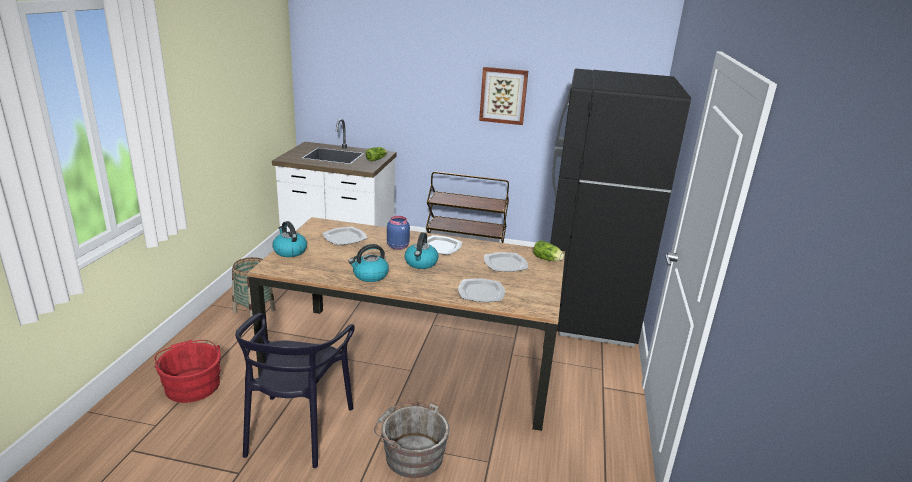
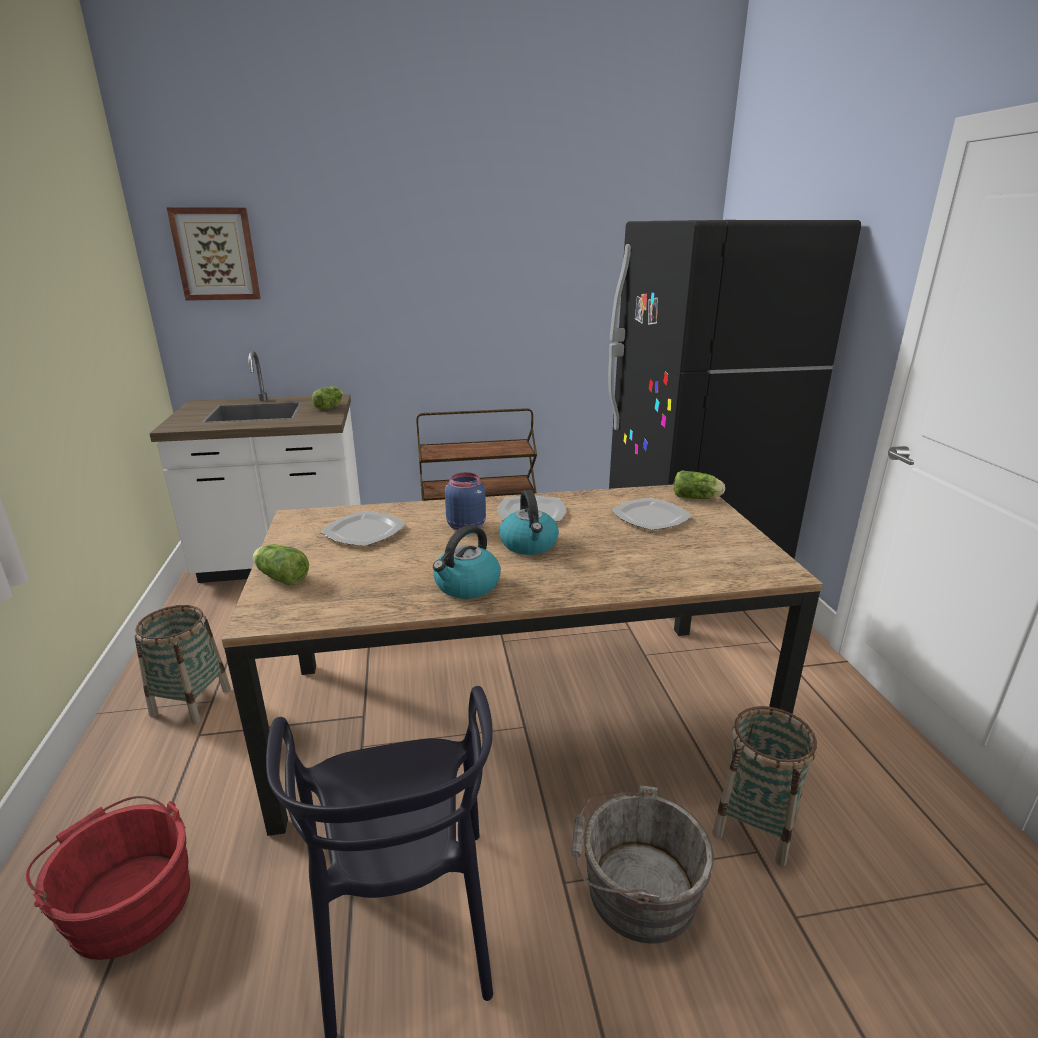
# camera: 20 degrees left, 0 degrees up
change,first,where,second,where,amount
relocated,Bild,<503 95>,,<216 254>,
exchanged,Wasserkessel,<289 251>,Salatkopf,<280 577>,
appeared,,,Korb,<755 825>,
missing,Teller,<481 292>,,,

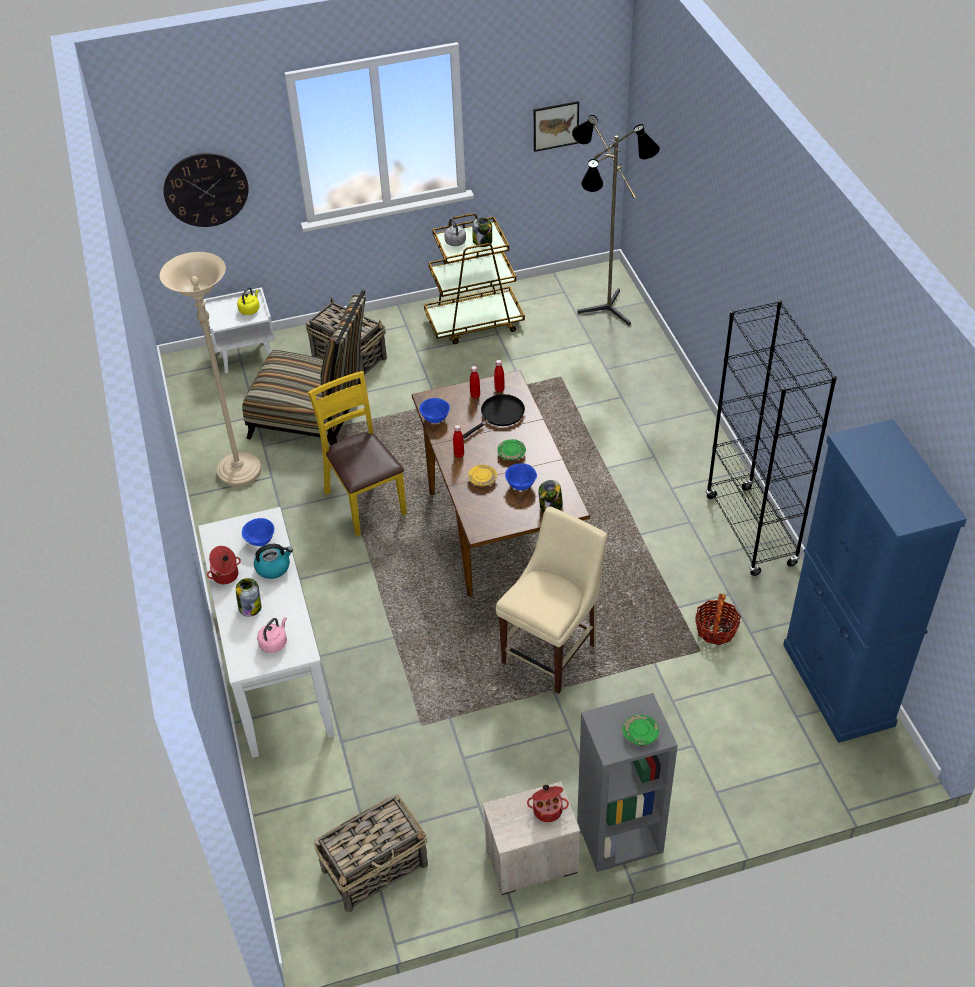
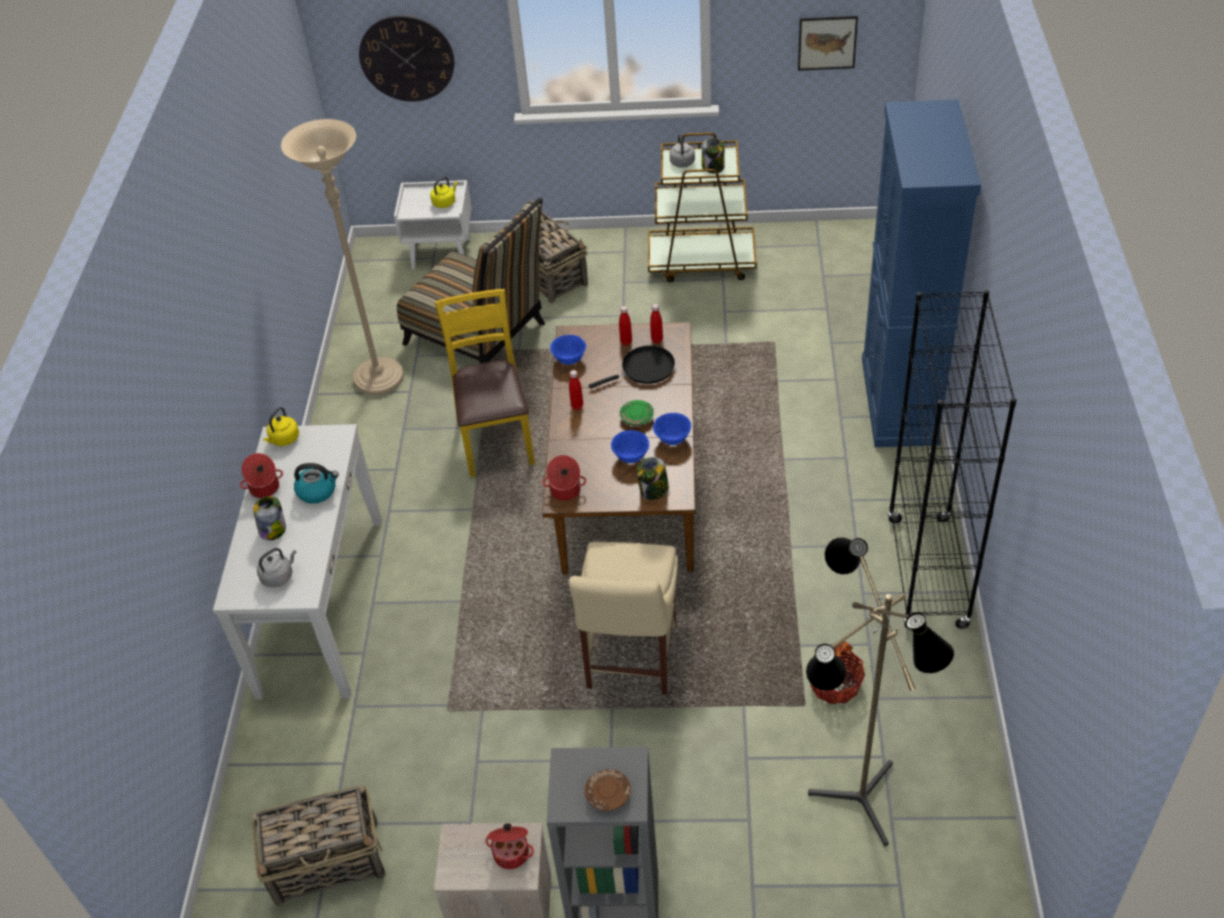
# camera: 20 degrees right, 0 degrees up
change,first,where,second,where,amount
colour,Wasserkessel [rosa],<274 643>,Wasserkessel [grau],<279 576>,
appeared,,,Wasserkessel [gelb],<284 439>,
appeared,,,Kochtopf,<565 491>,
spun,Stuhl [beige],<552 651>,,<630 661>,135 degrees clockwise
colour,Teller [grün],<640 734>,Teller [braun],<608 795>,
relocated,Schüssel [blau],<260 541>,,<672 439>,
relocated,Stehlampe,<604 313>,,<852 805>,
relocated,Schrank [blau],<838 685>,,<899 401>,
missing,Teller [gelb],<482 479>,,,

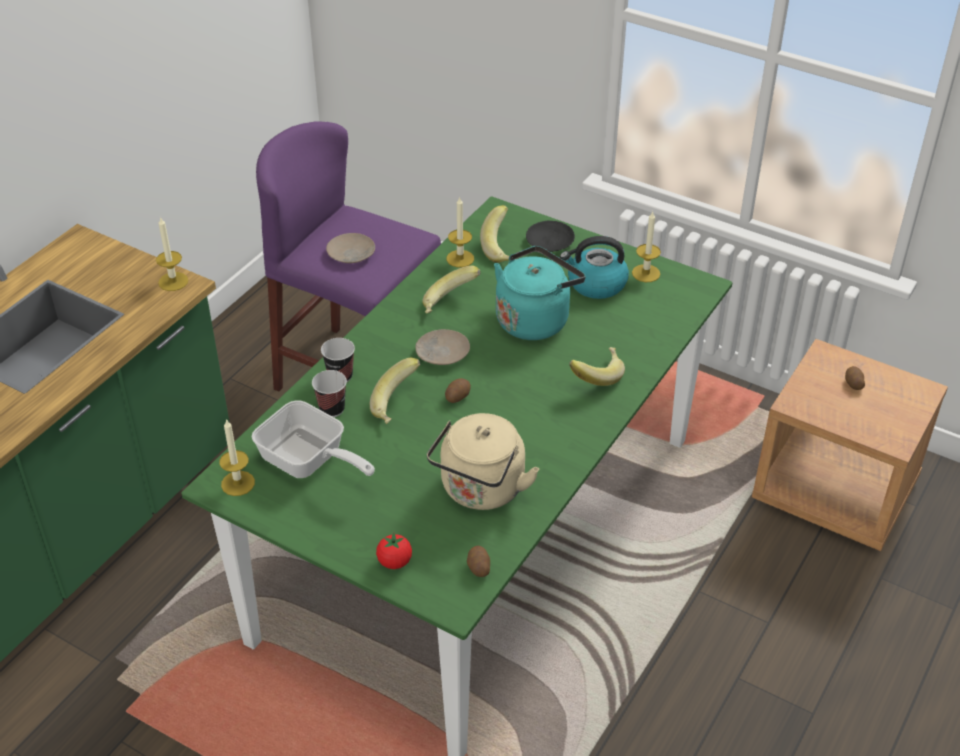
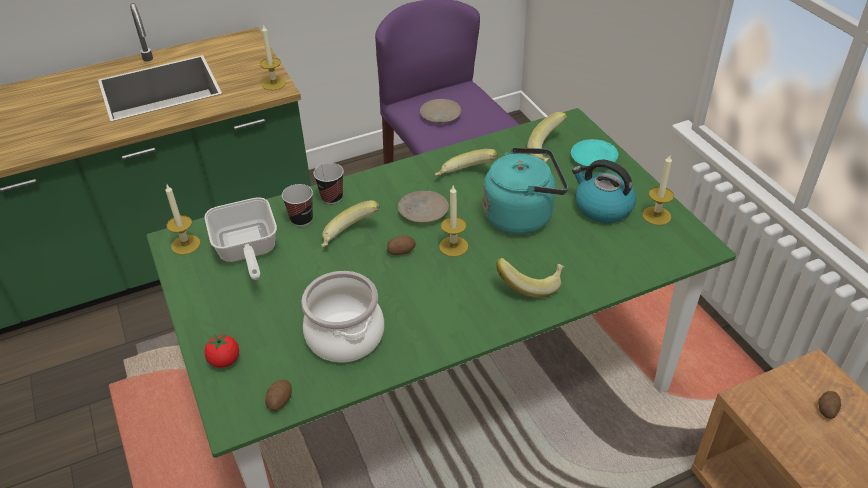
# camera: 35 degrees right, 0 degrees up
change,first,where,second,where,amount
exchanged,Wasserkessel [beige],<481 491>,Kochtopf,<344 336>,
relocated,Kerze,<460 258>,,<453 246>,
colour,Teller [schwarz],<550 241>,Teller [türkis],<594 159>,

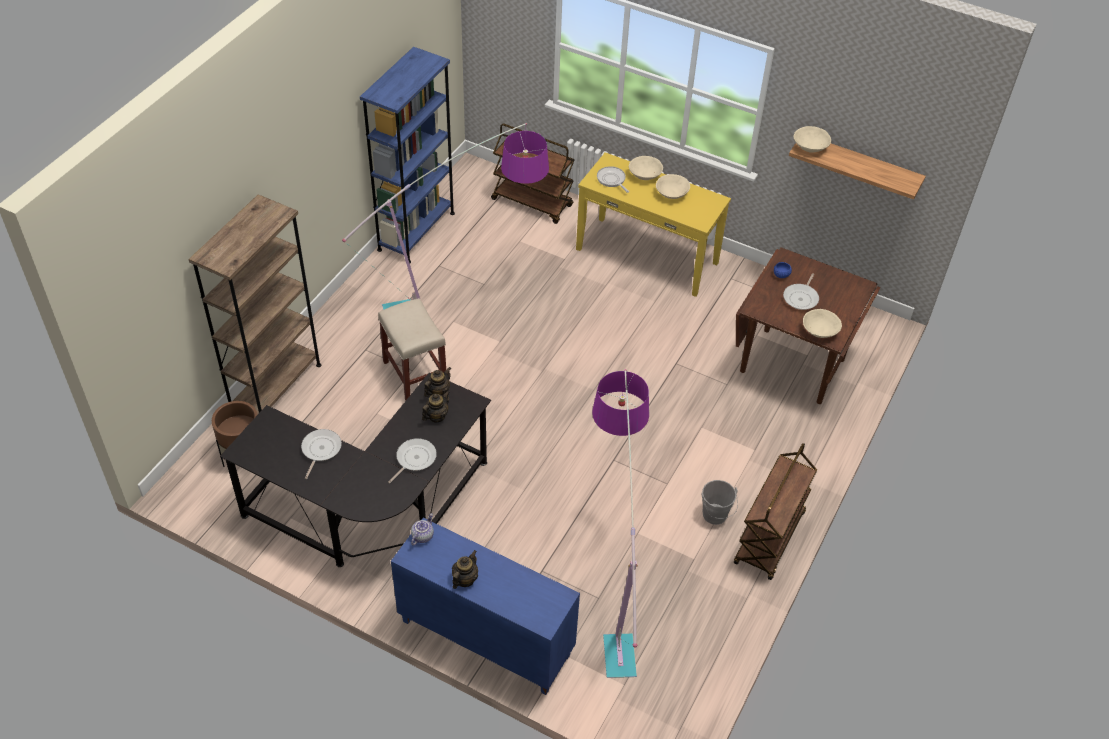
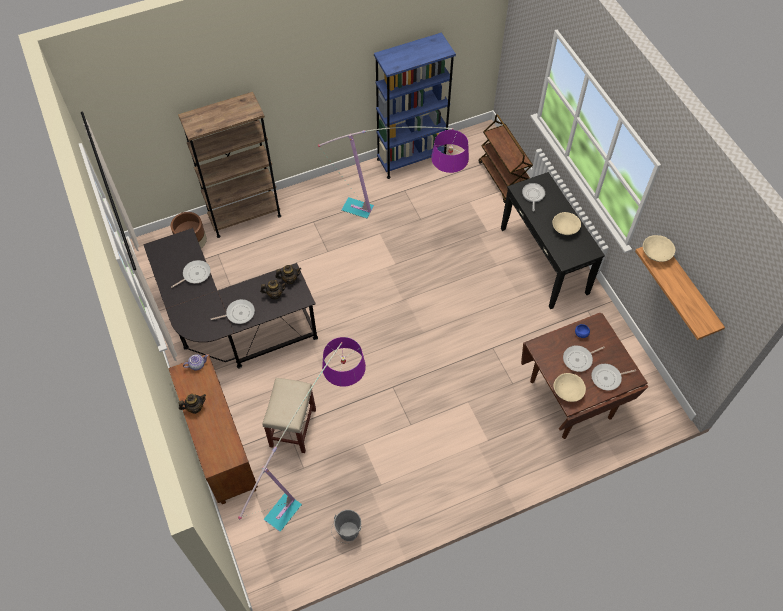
# camera: 40 degrees right, 10 degrees up
change,first,where,second,where,amount
colour,Schrank [blau],<484 638>,Schrank [braun],<220 446>,
relocated,Hocker [beige],<415 375>,,<293 428>,
relocated,Eimer [grau],<715 517>,,<347 533>,
colour,Konsolentisch [gelb],<647 256>,Konsolentisch [schwarz],<544 260>,
appeared,,,Pfanne,<607 378>,
missing,Schüssel [beige],<645 175>,,,
missing,Rollwagen [braun],<769 539>,,,

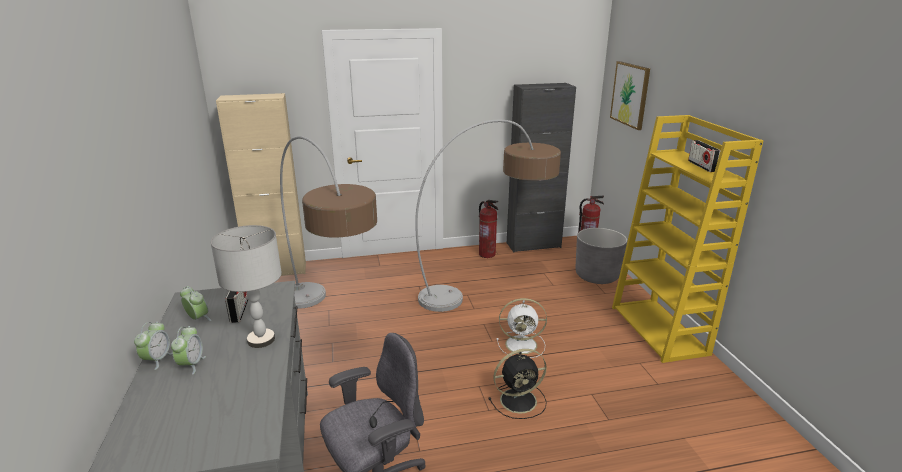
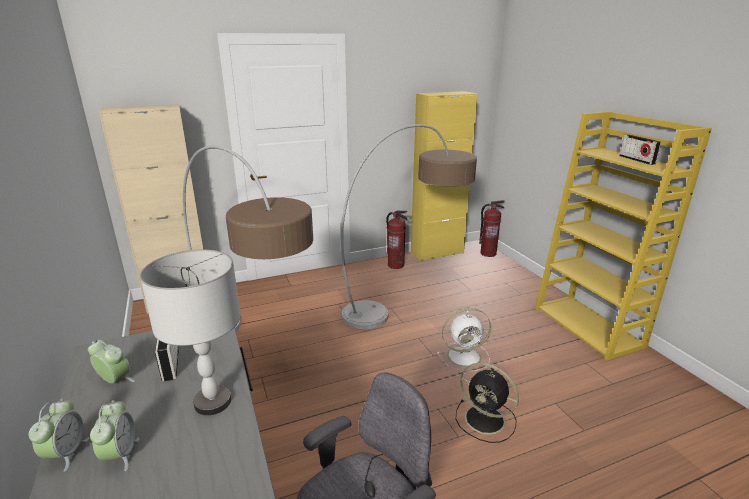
# camera: 10 degrees left, 0 degrees up
change,first,where,second,where,amount
colour,Schrank [schwarz],<533 245>,Schrank [gelb],<437 253>,
spun,Ventilator [schwarz],<520 400>,,<486 420>,60 degrees clockwise
missing,Pflanzkübel [grau],<597 276>,,,
missing,Bild,<630 94>,,,

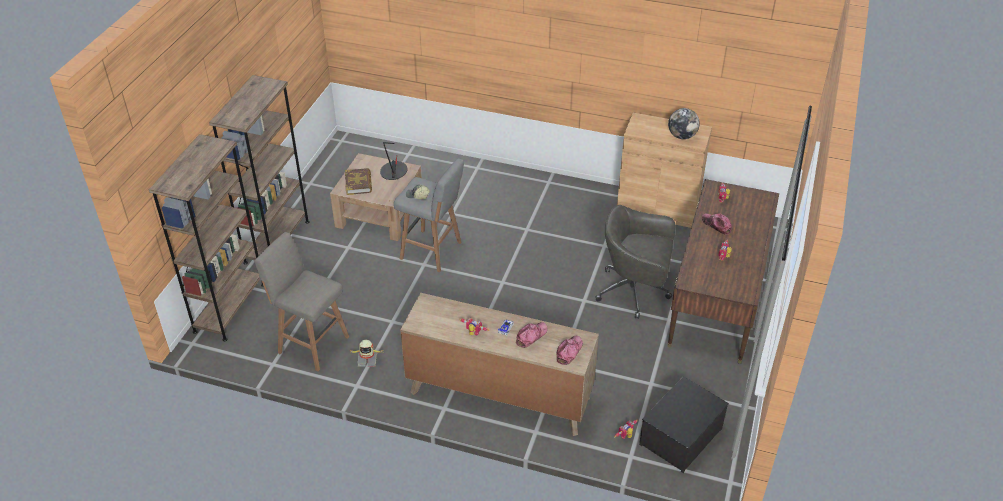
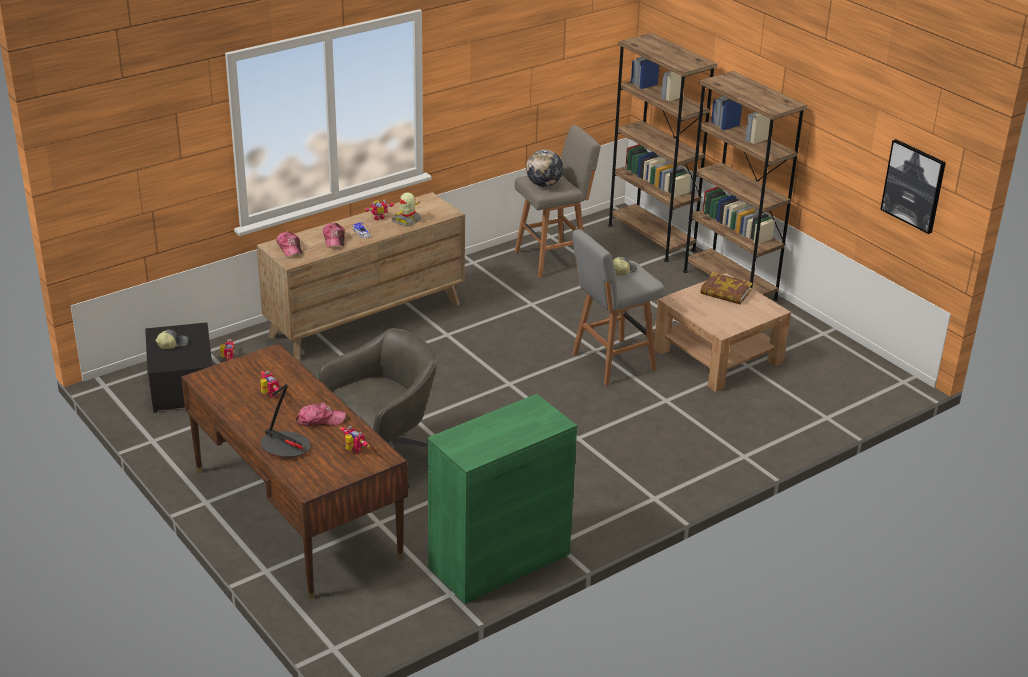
# camera: 125 degrees right, 10 degrees down
change,first,where,second,where,amount
appeared,,,Kappe,<172 344>,
relocated,Tischlampe,<394 171>,,<285 446>,
relocated,Spielzeugroboter,<367 359>,,<407 220>,
colour,Schrank [braun],<657 208>,Schrank [grün],<499 561>,
relocated,Globus,<682 136>,,<544 185>,
appeared,,,Bild,<914 185>,

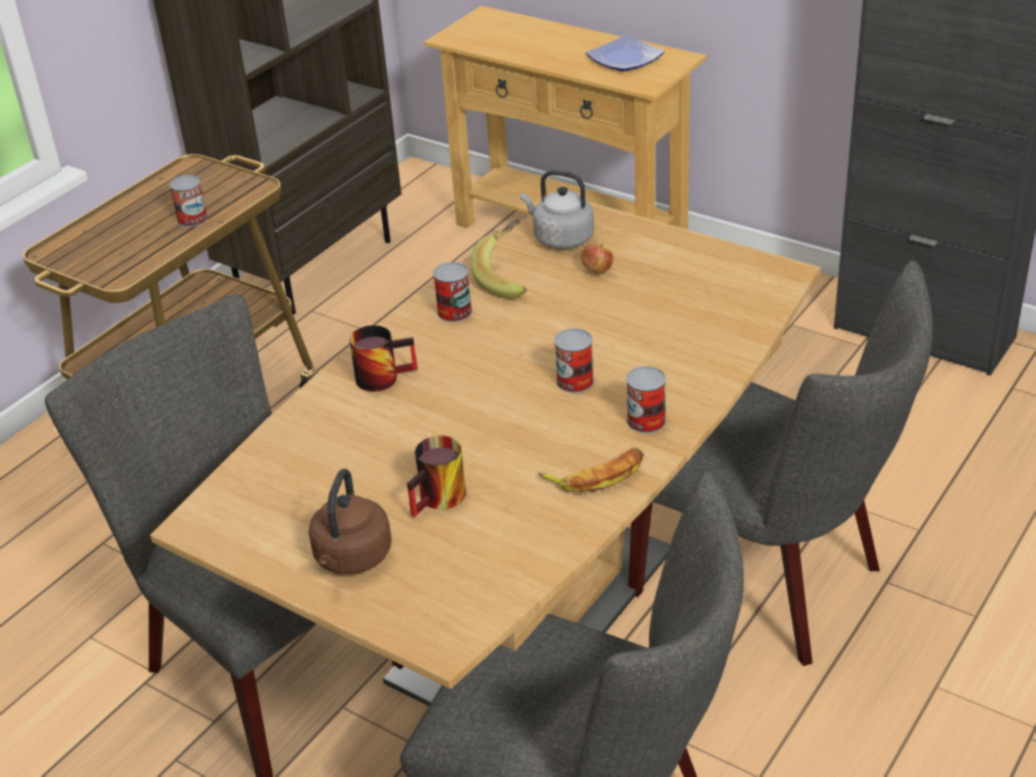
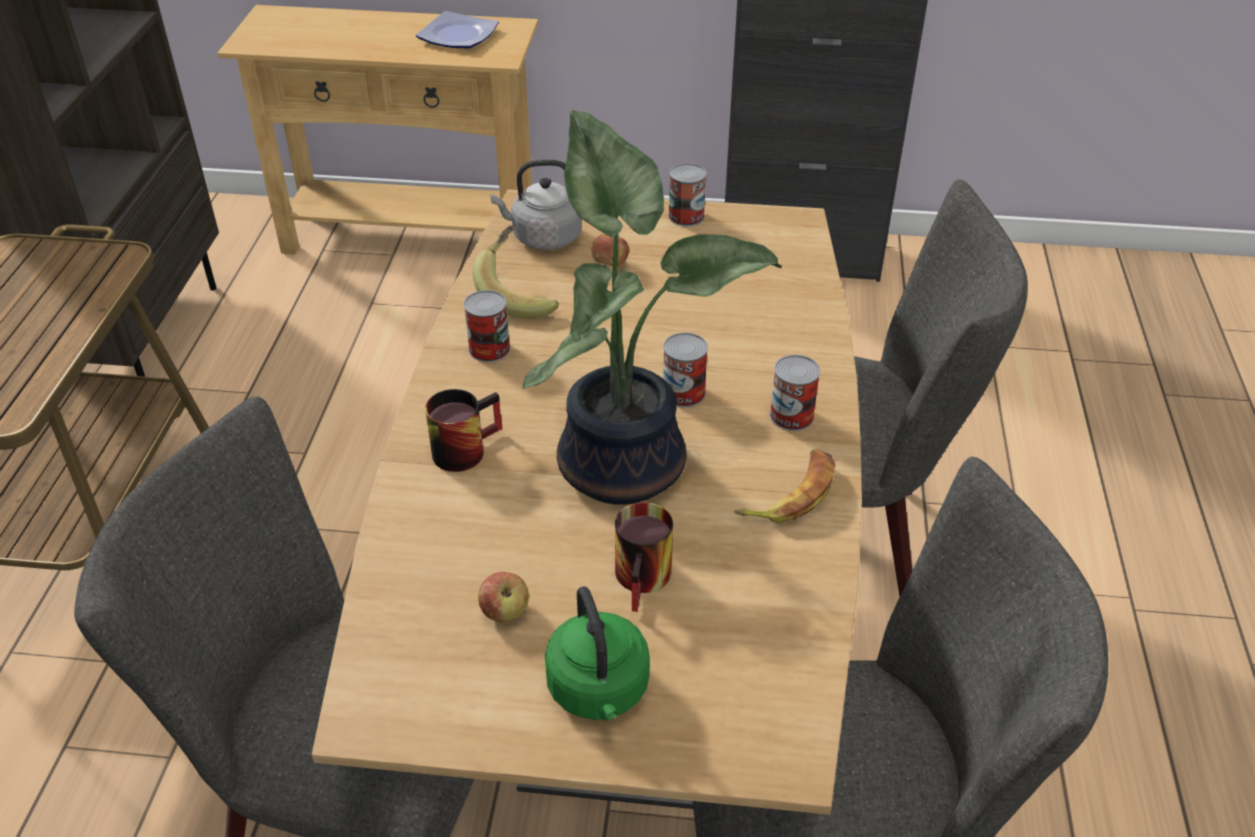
# camera: 30 degrees left, 5 degrees up
change,first,where,second,where,amount
appeared,,,Apfel,<505 612>,
appeared,,,Topfpflanze,<626 461>,
colour,Wasserkessel [braun],<351 559>,Wasserkessel [grün],<599 692>,
relocated,Dose,<192 219>,,<686 216>,

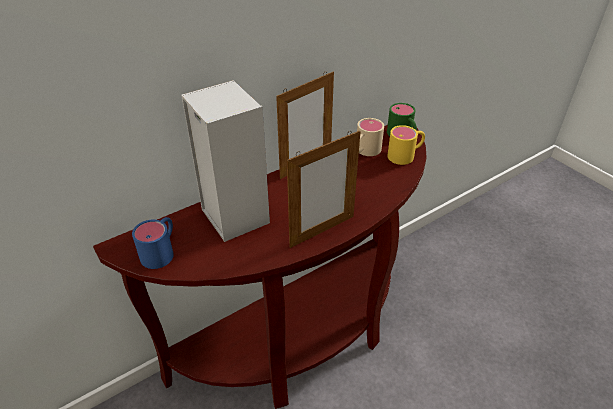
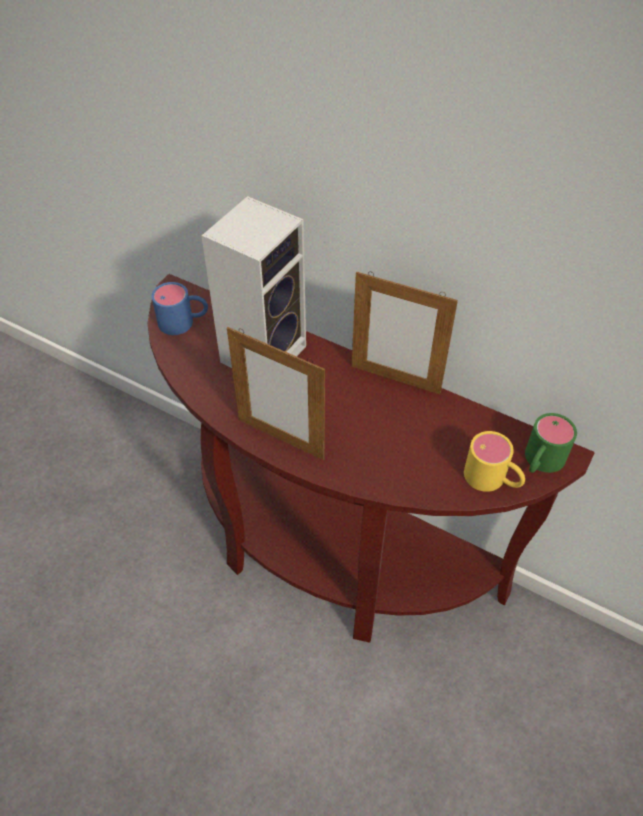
# camera: 65 degrees right, 10 degrees up
change,first,where,second,where,amount
missing,Henkelbecher [beige],<365 151>,,,

